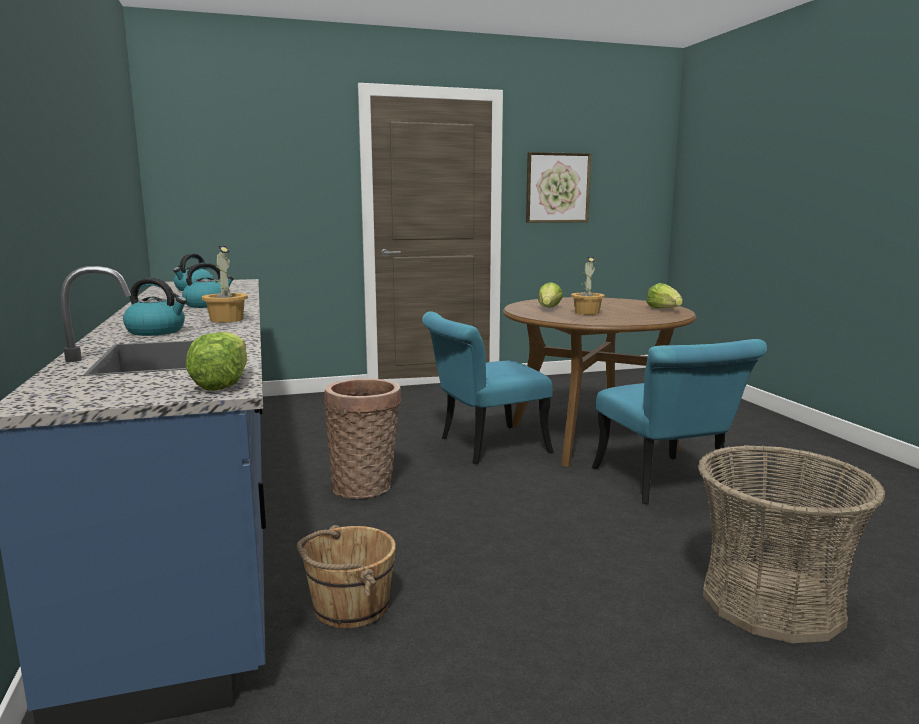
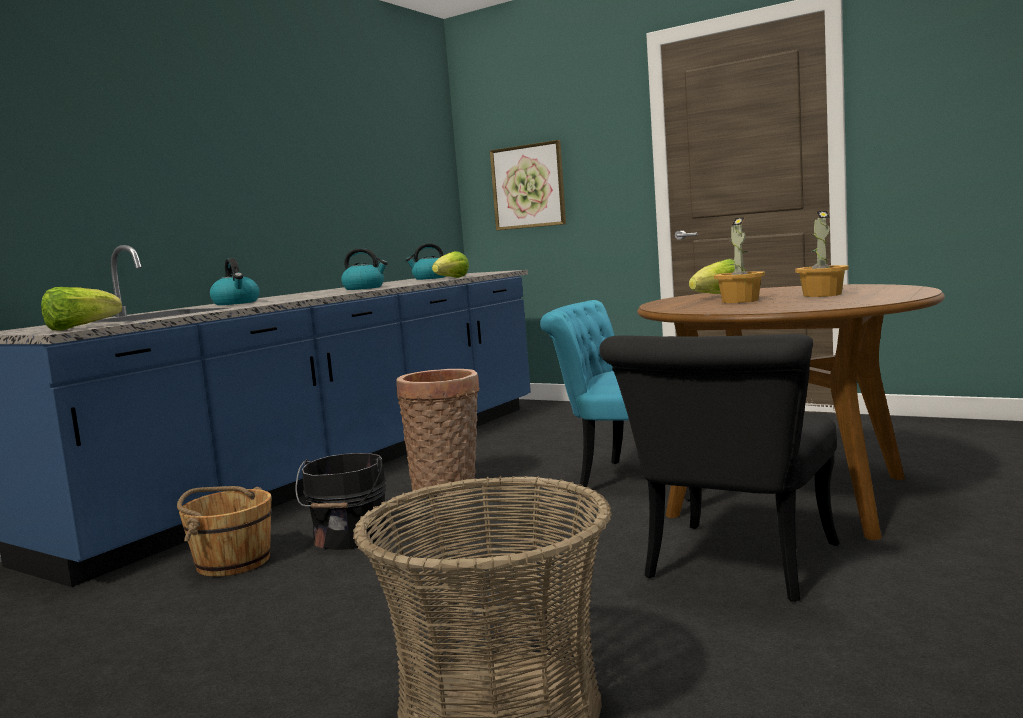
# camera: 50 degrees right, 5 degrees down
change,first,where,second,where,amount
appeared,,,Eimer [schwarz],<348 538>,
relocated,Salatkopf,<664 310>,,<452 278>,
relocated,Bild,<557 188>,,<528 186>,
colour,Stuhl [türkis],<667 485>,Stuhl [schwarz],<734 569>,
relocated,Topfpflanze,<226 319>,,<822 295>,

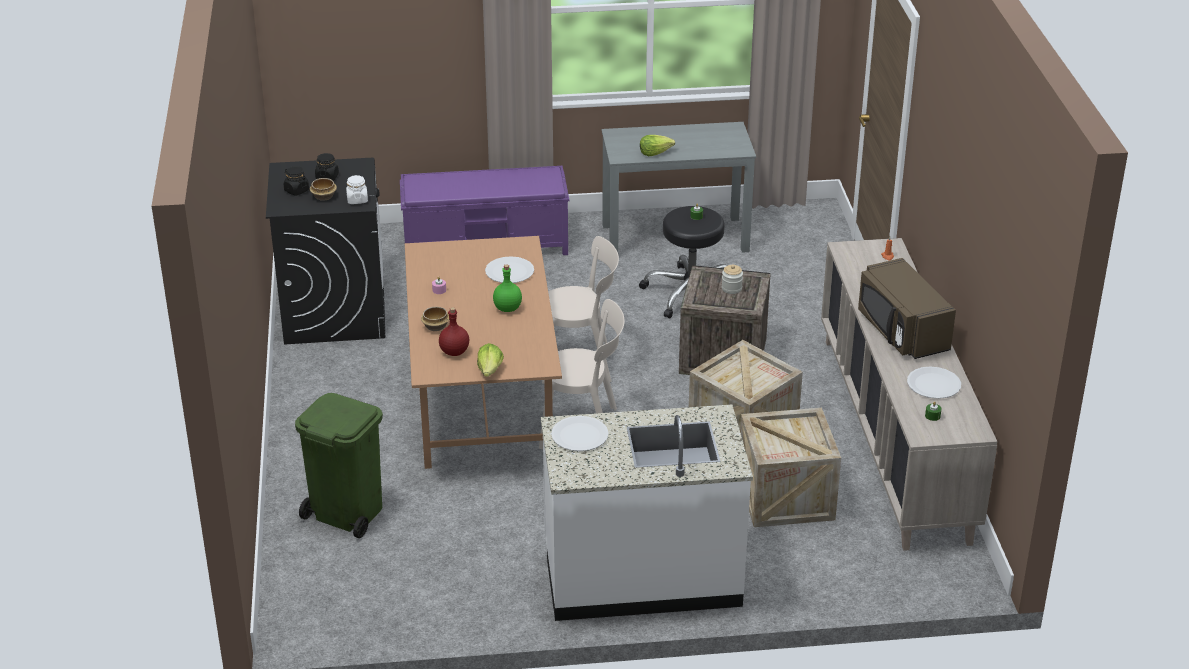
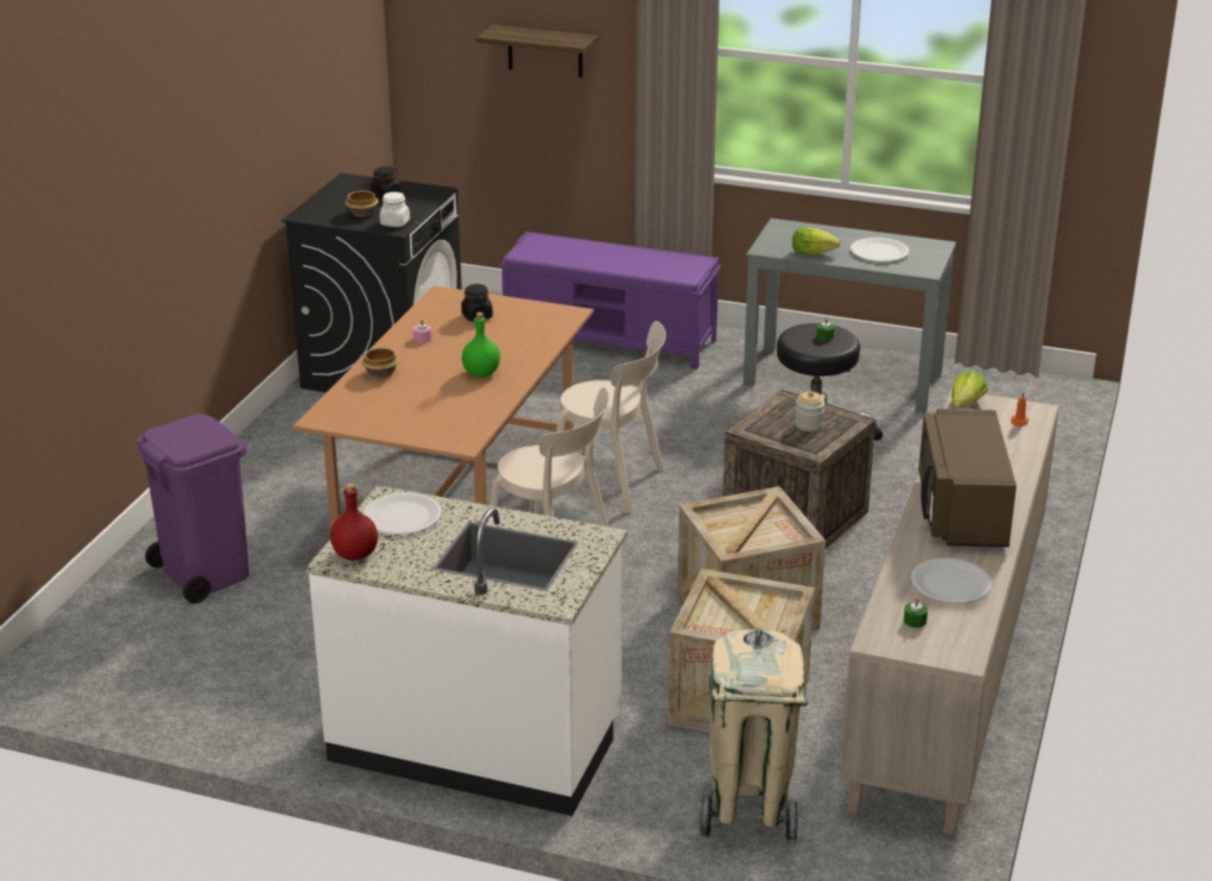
# camera: 25 degrees right, 5 degrees down
change,first,where,second,where,amount
colour,Mülleimer [grün],<346 512>,Mülleimer [lila],<204 573>,
relocated,Flasche [rot],<455 352>,,<355 555>,
relocated,Vorratsglas [schwarz],<296 190>,,<477 316>,
appeared,,,Wandregal,<545 51>,
appeared,,,Mülleimer [beige],<749 810>,
relocated,Teller [weiß],<509 272>,,<879 252>,
relocated,Salatkopf,<490 370>,,<966 404>,

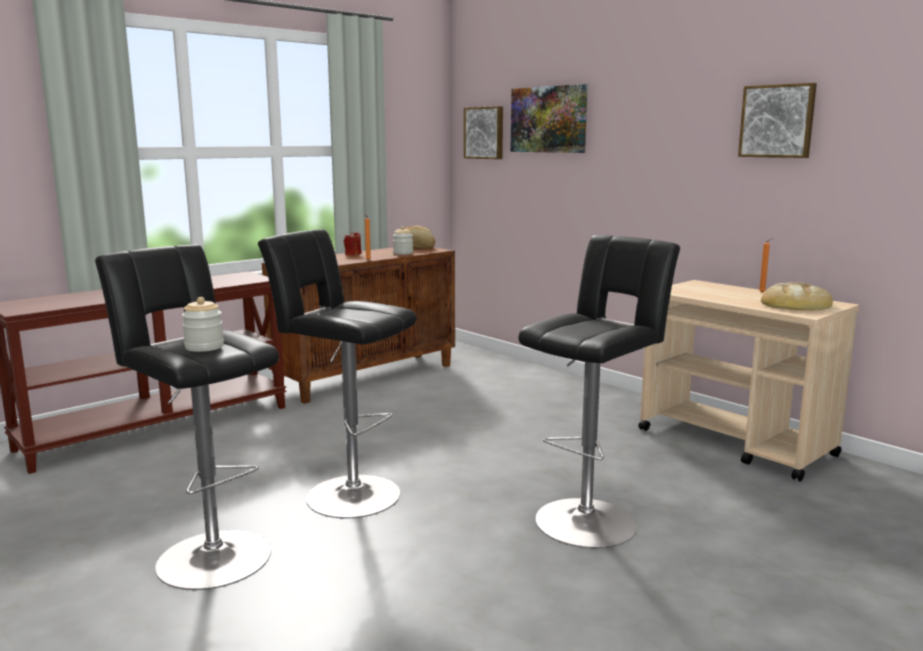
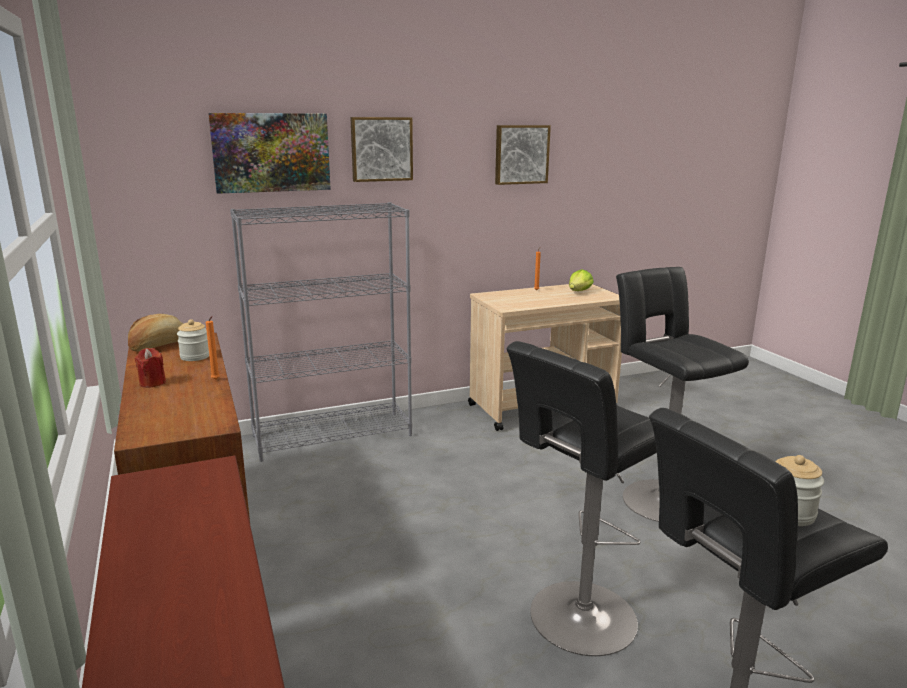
# camera: 70 degrees left, 5 degrees up
change,first,where,second,where,amount
appeared,,,Bücherregal [grau],<333 435>,
relocated,Bild,<485 133>,,<381 149>,
exchanged,Brot,<795 304>,Salatkopf,<579 292>,

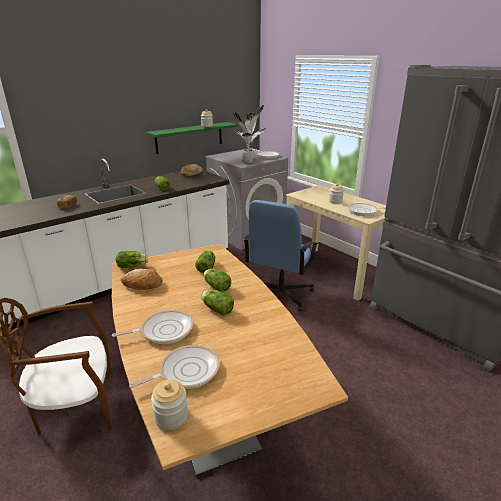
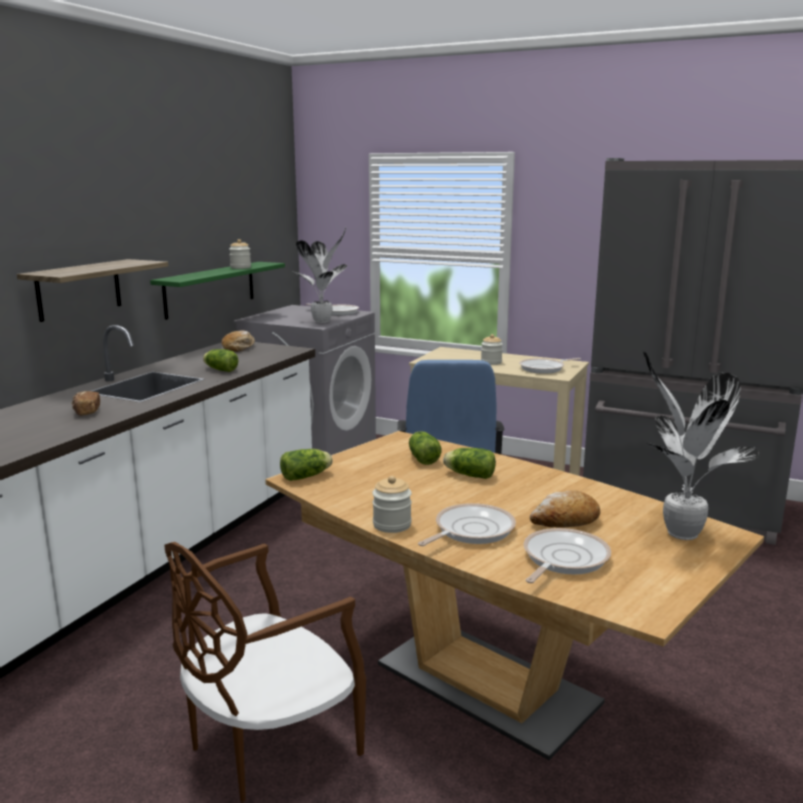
# camera: 25 degrees left, 10 degrees down
change,first,where,second,where,amount
appeared,,,Wandregal,<79 289>,
relocated,Vorratsglas,<171 417>,,<392 525>,
relocated,Brot,<142 285>,,<565 521>,
appeared,,,Topfpflanze,<678 533>,
missing,Salatkopf,<216 309>,,,

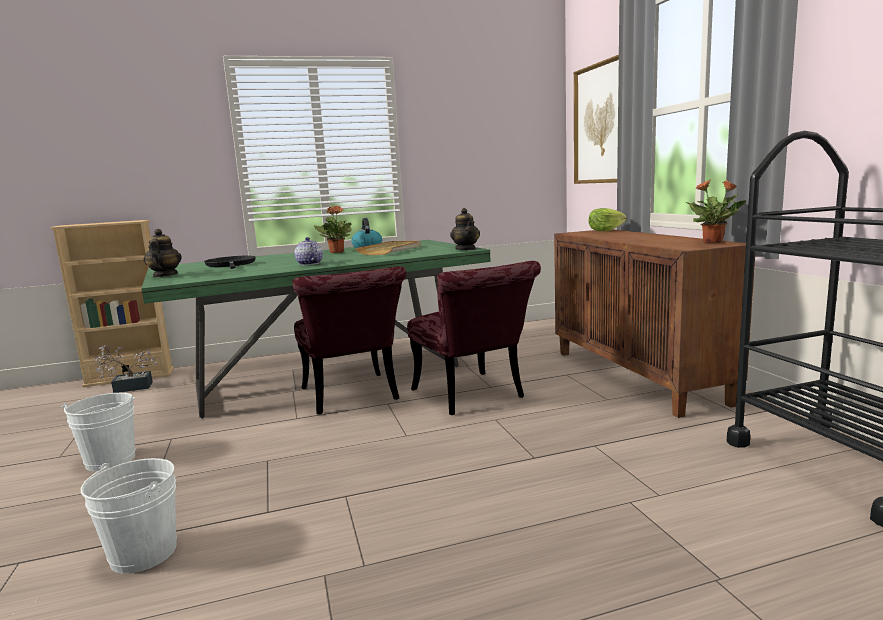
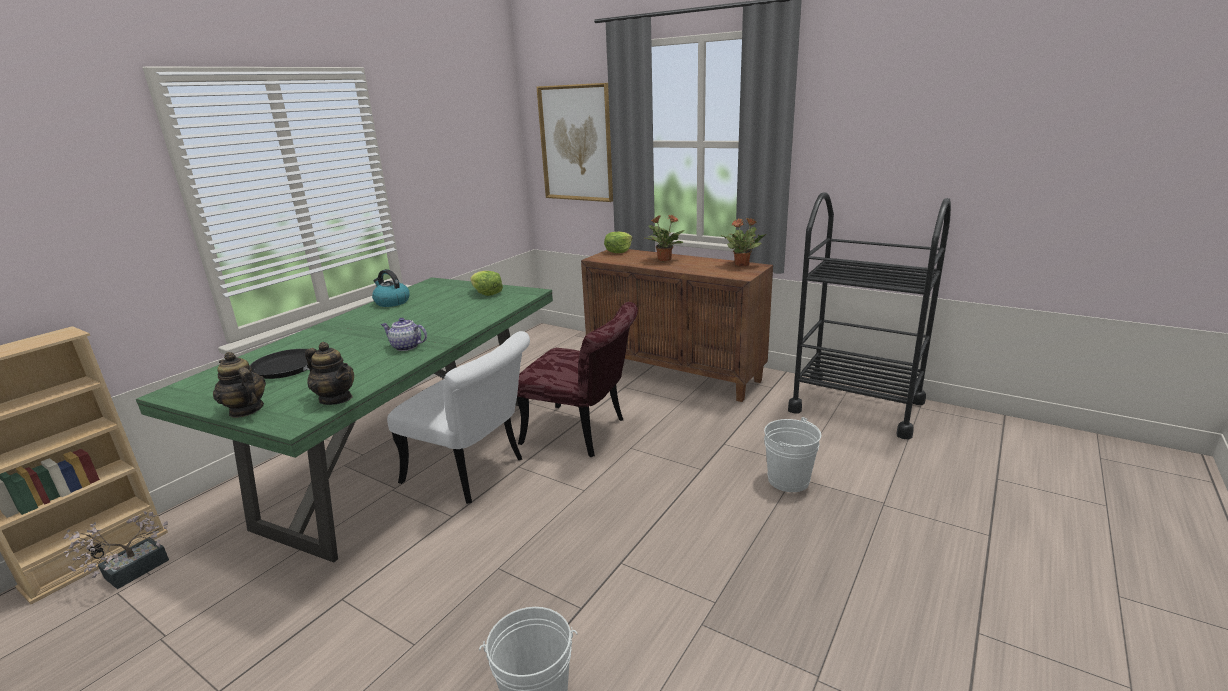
# camera: 40 degrees left, 10 degrees up
change,first,where,second,where,amount
relocated,Teekanne,<466 249>,,<336 399>,
colour,Stuhl [rot],<353 397>,Stuhl [weiß],<473 473>,
appeared,,,Salatkopf,<486 293>,
relocated,Topfpflanze,<337 252>,,<664 259>,
relocated,Eimer [weiß],<110 460>,,<788 480>,
missing,Tablett [beige],<391 250>,,,

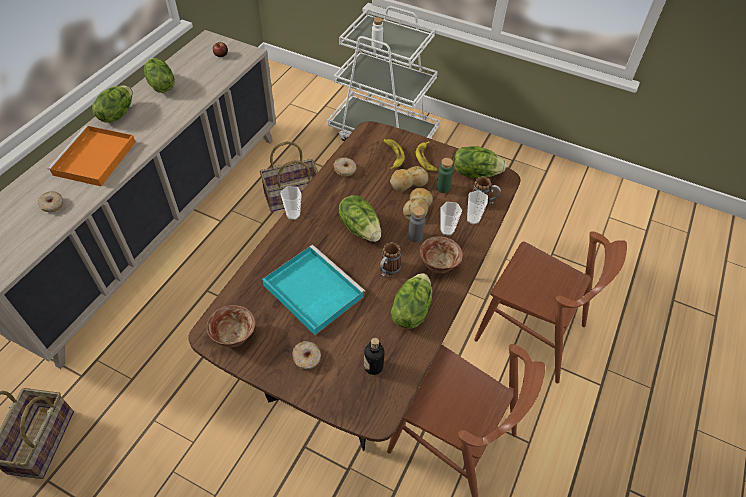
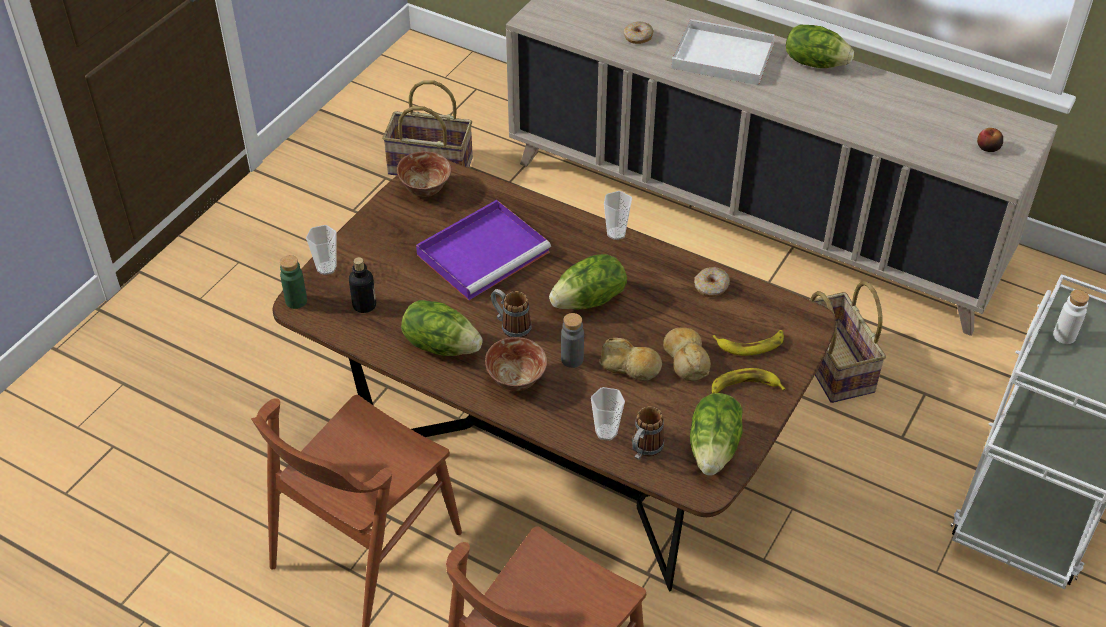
# camera: 95 degrees right, 5 degrees down
change,first,where,second,where,amount
relocated,Flasche [grün],<442 188>,,<296 301>,
relocated,Tasse,<447 230>,,<326 268>,
colour,Tablett [türkis],<311 290>,Tablett [lila],<484 252>,
colour,Tablett [orange],<94 159>,Tablett [weiß],<720 56>,
missing,Salatkopf,<161 85>,,,
missing,Donut,<307 358>,,,

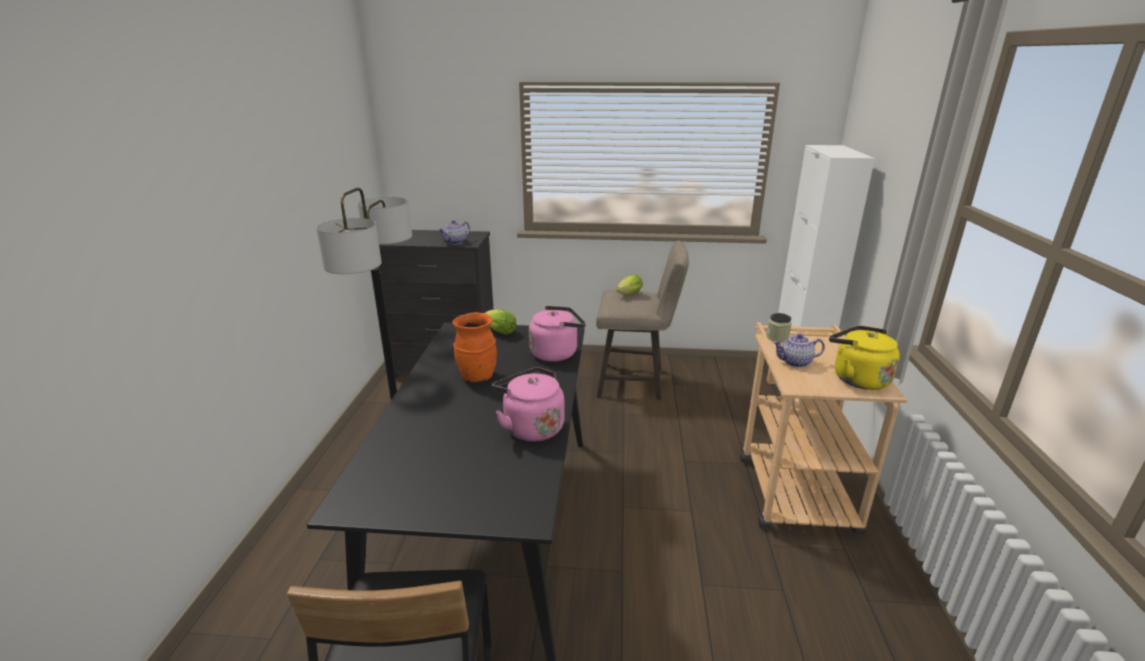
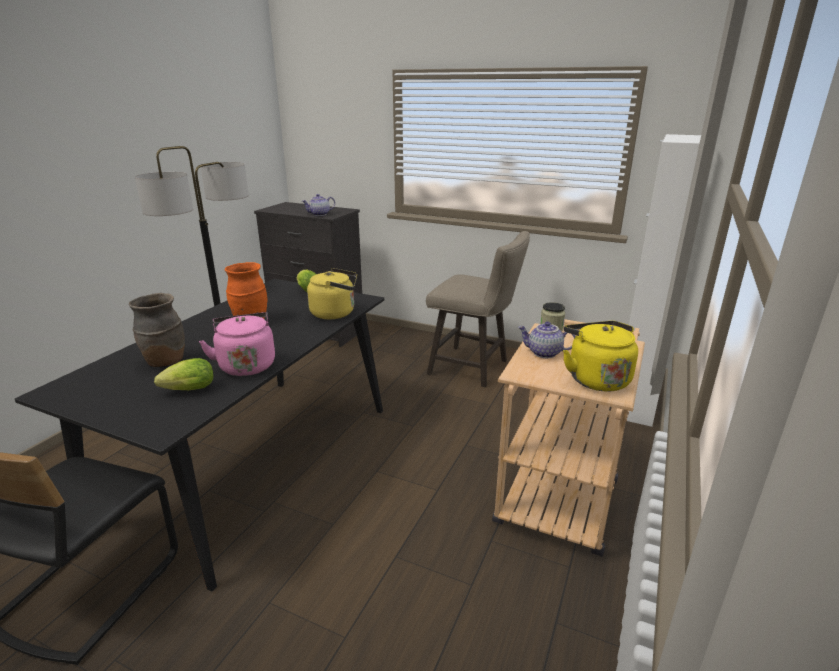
# camera: 20 degrees right, 0 degrees up
change,first,where,second,where,amount
appeared,,,Vase [braun],<165 362>,
relocated,Salatkopf,<628 295>,,<187 390>,
colour,Wasserkessel [rosa],<556 353>,Wasserkessel [gelb],<335 313>,

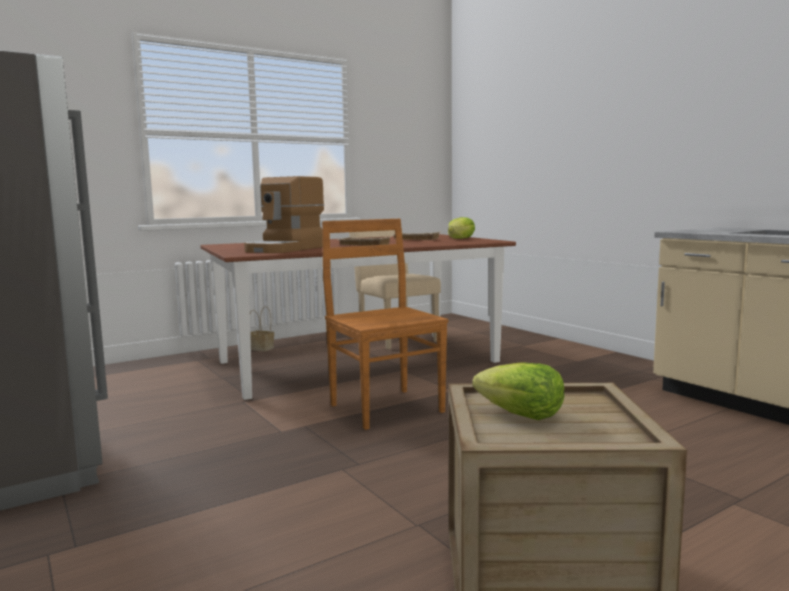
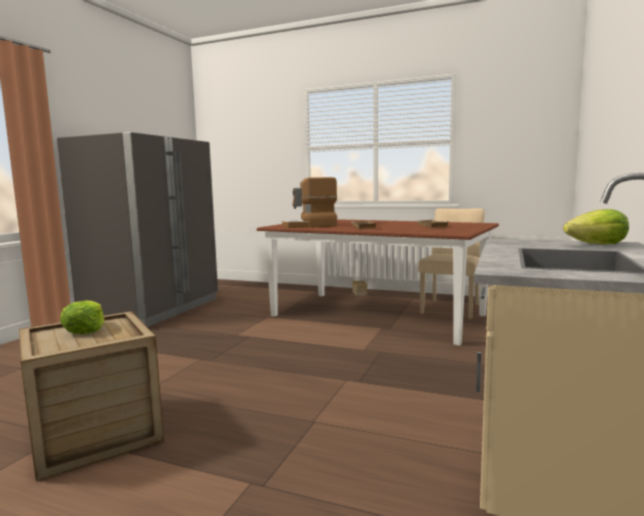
# camera: 55 degrees right, 0 degrees up
change,first,where,second,where,amount
relocated,Salatkopf,<460 238>,,<596 244>,
missing,Stuhl [braun],<385 407>,,,

